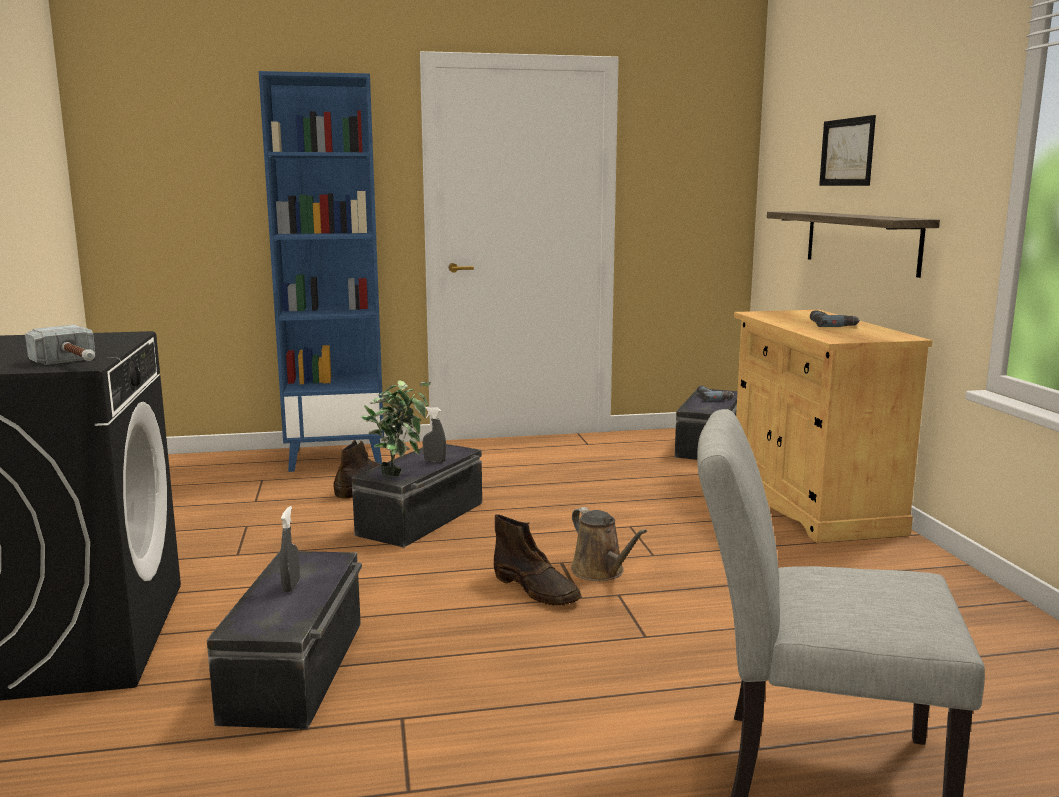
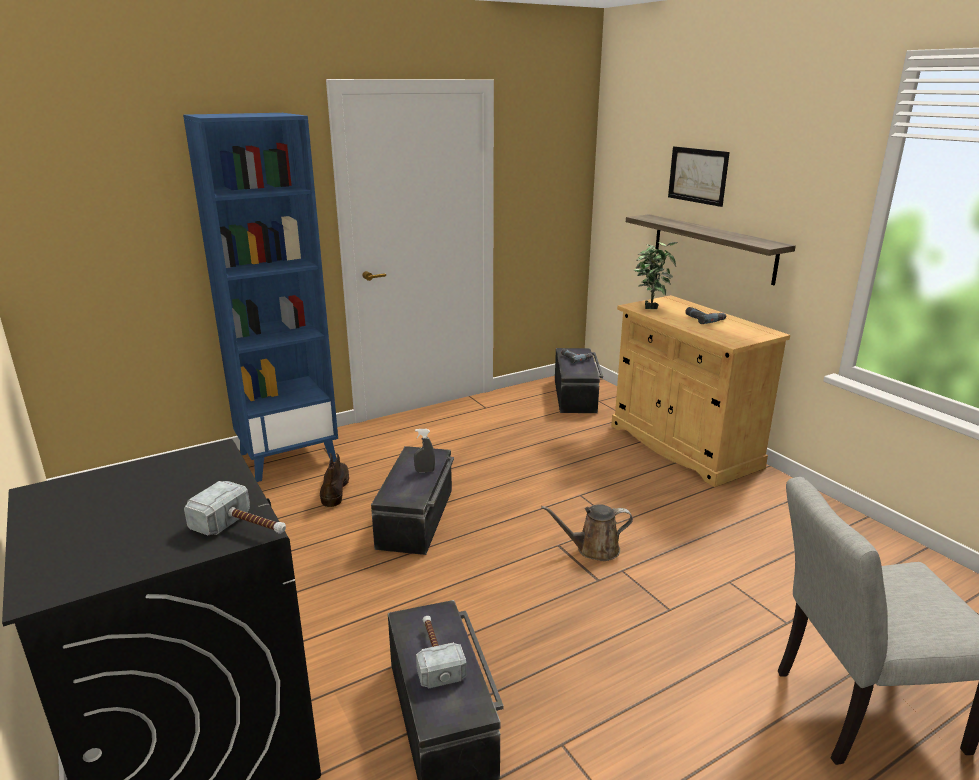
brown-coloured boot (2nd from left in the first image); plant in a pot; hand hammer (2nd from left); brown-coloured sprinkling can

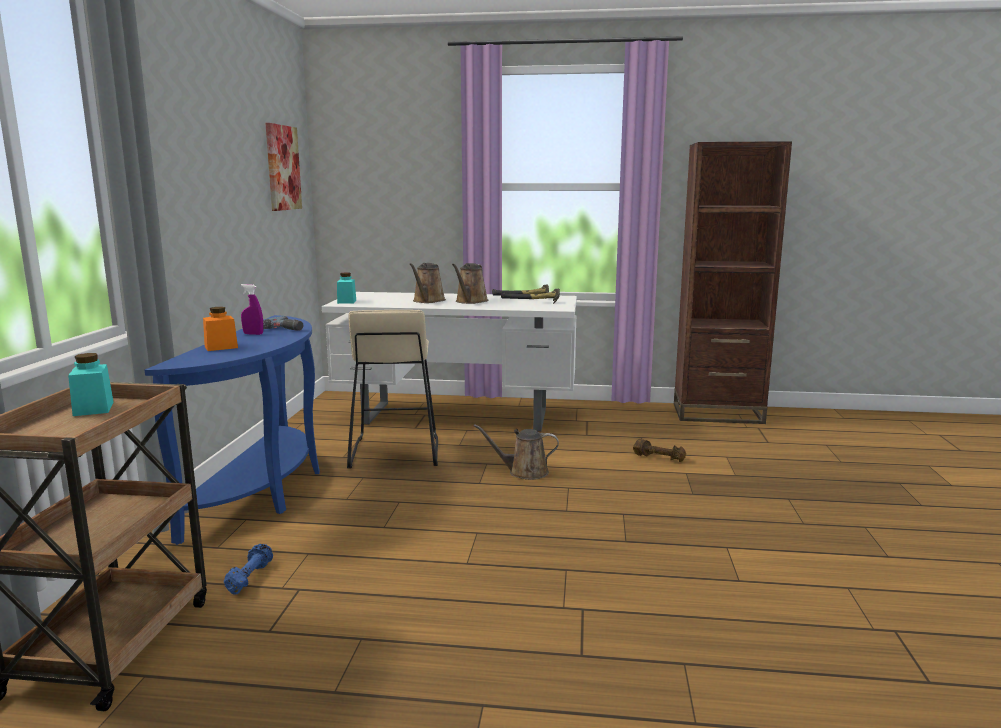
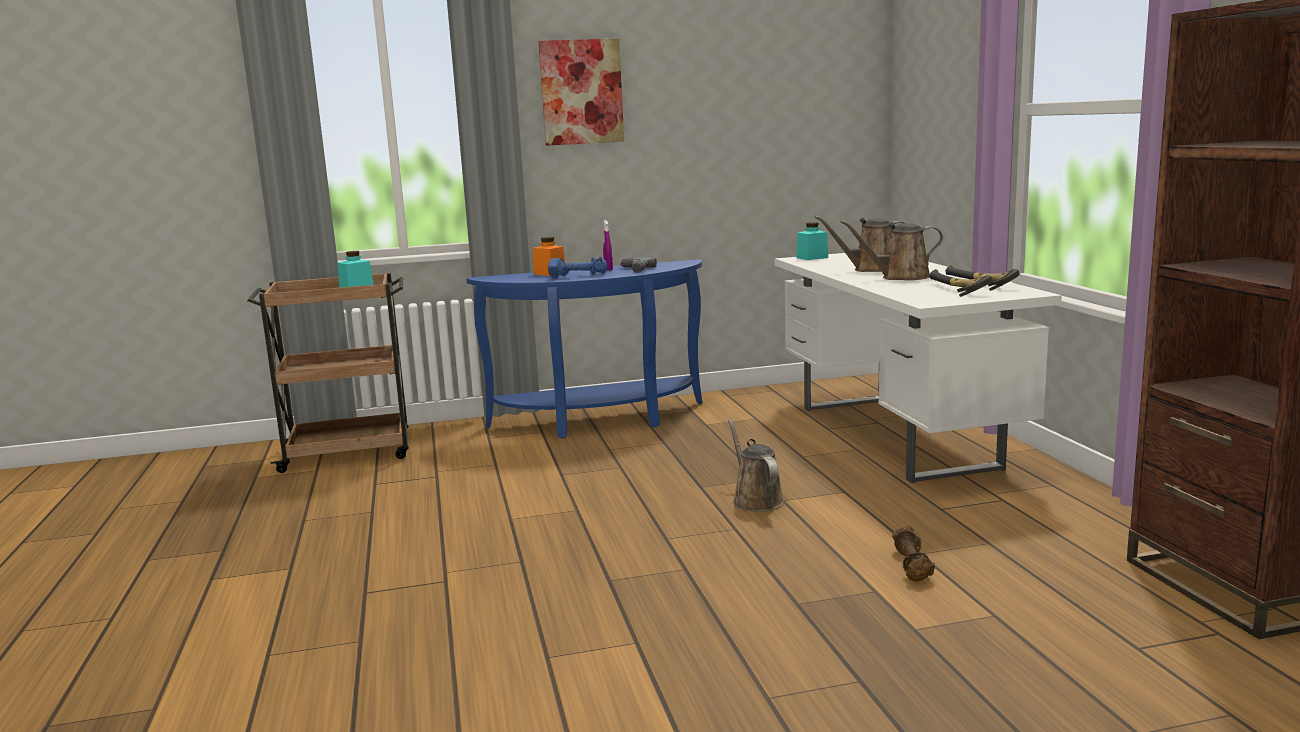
beige-coloured stool seat; blue hand weight; wall picture

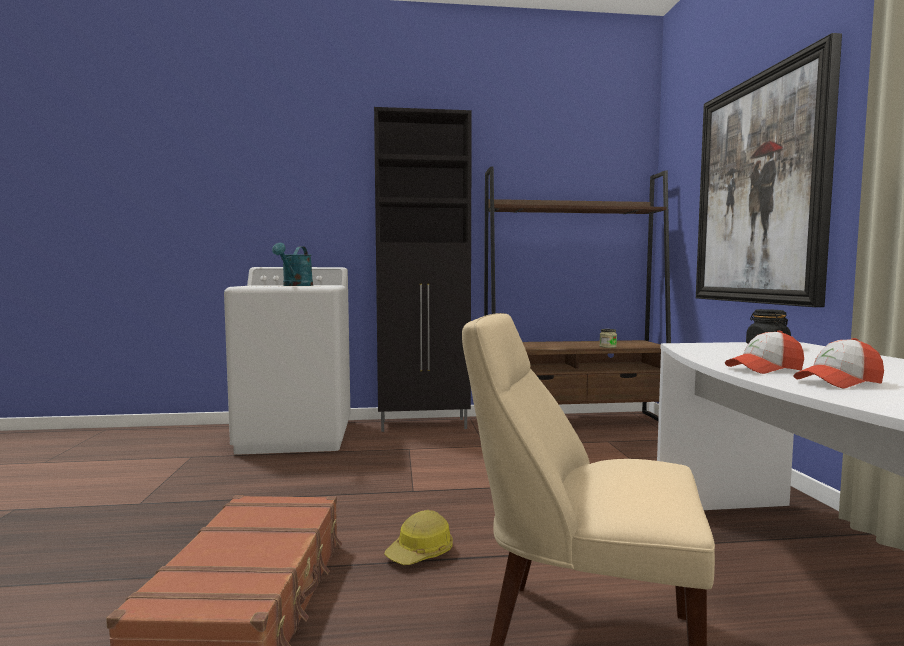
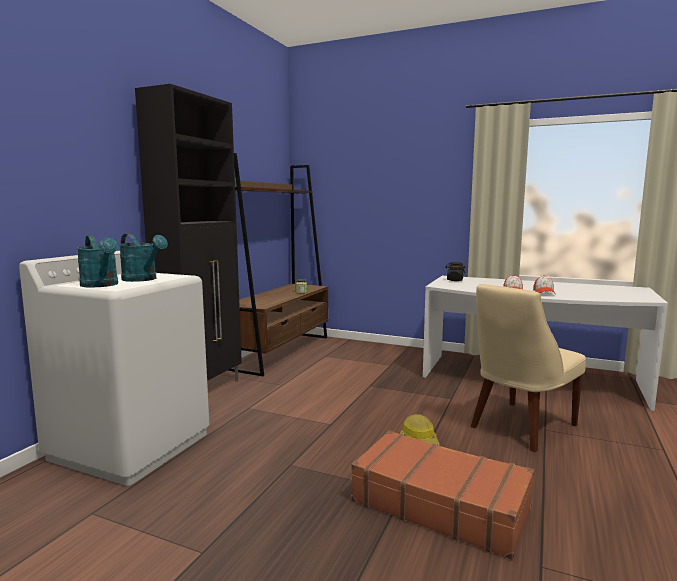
wall picture; turquoise sprinkling can (1st from left)

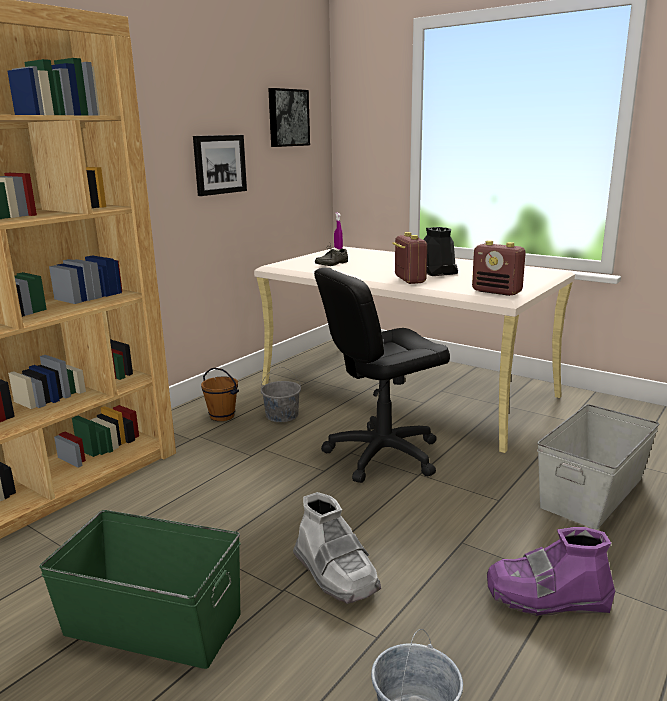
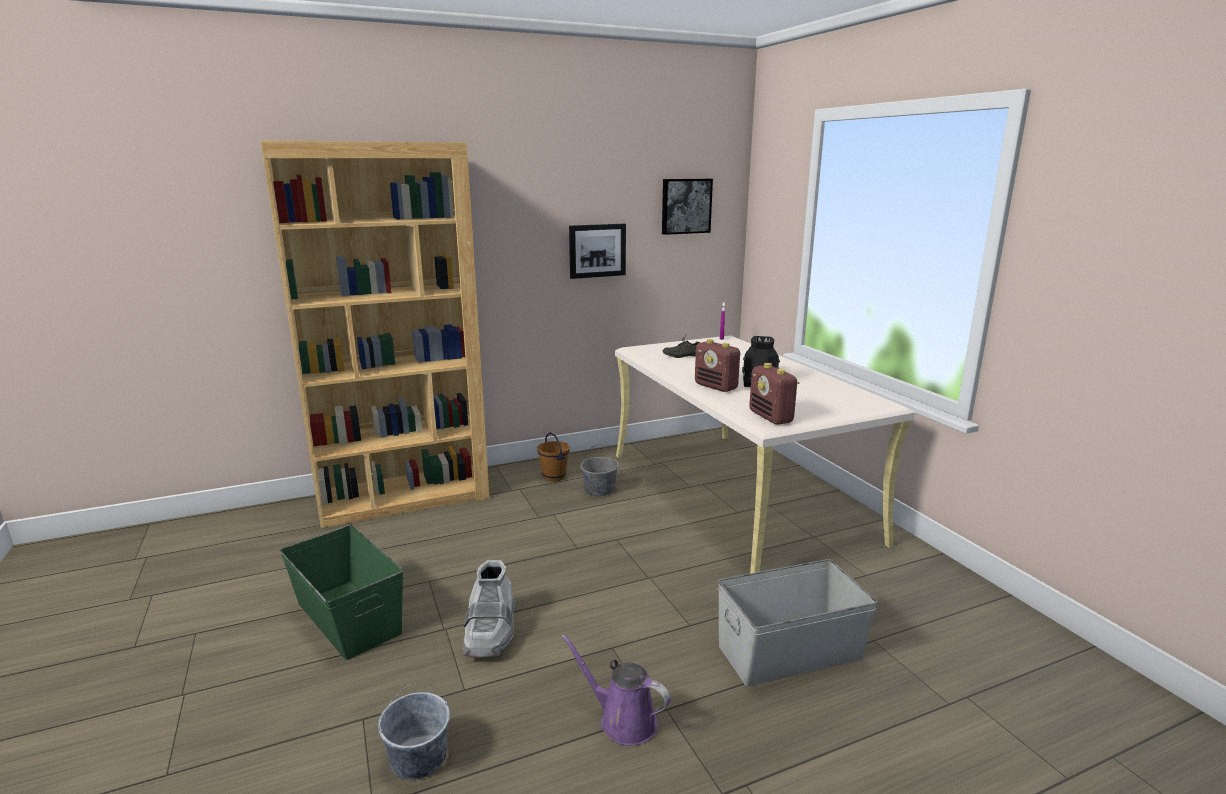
black-coloured computer chair; purple-coloured sprinkling can; radio (1st from left)

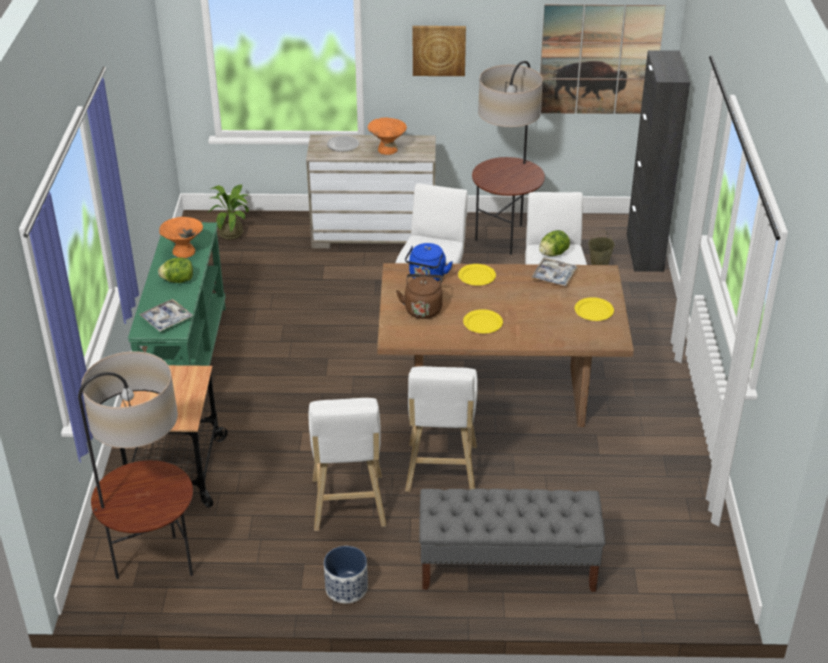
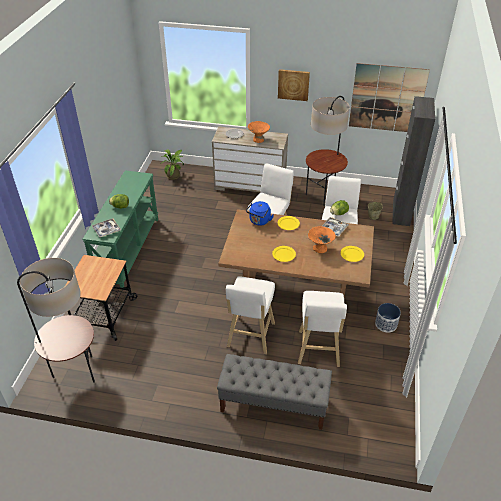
brown-coloured water kettle; orange deep dish (2nd from left); white stool seat (3rd from left); flower pot

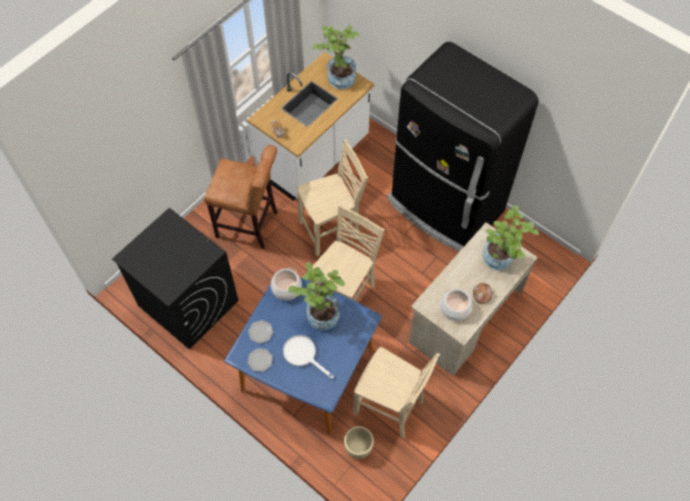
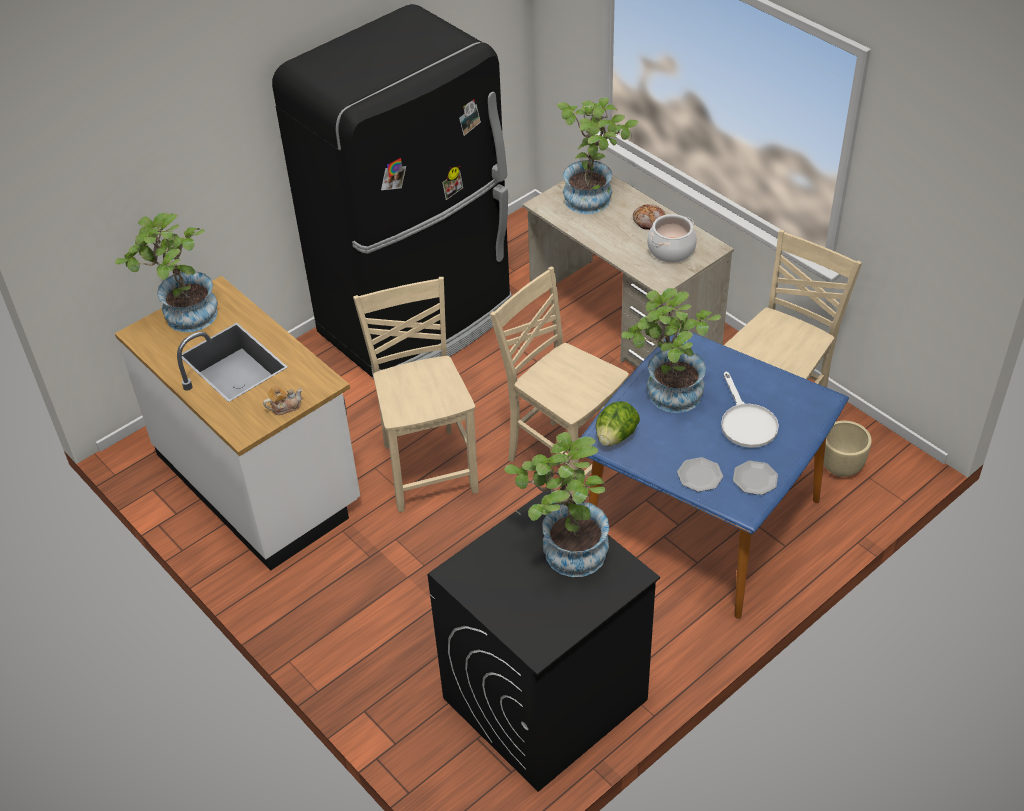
brown-coloured stool seat; plant in a pot (2nd from left); lettuce head; white skillet

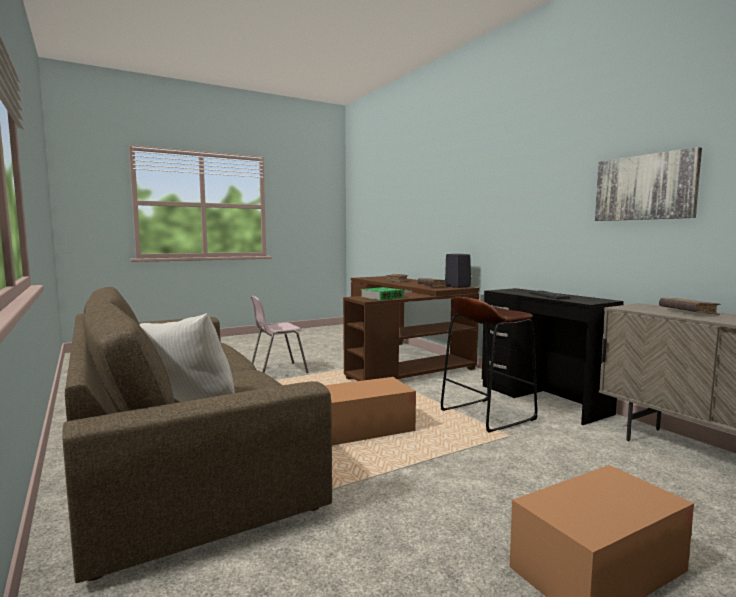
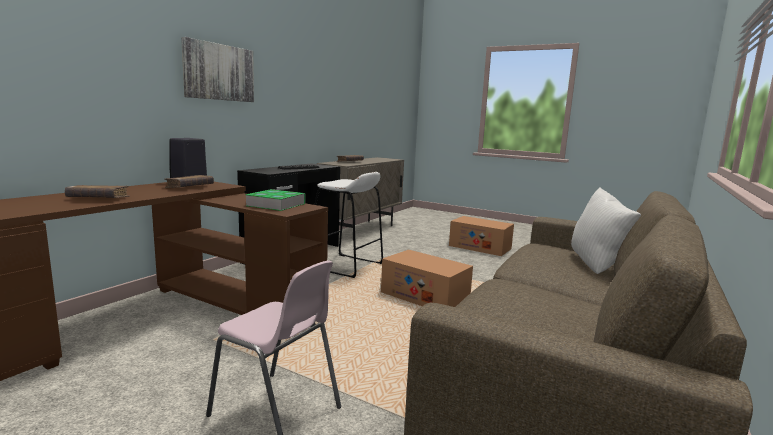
wall picture; white stool seat

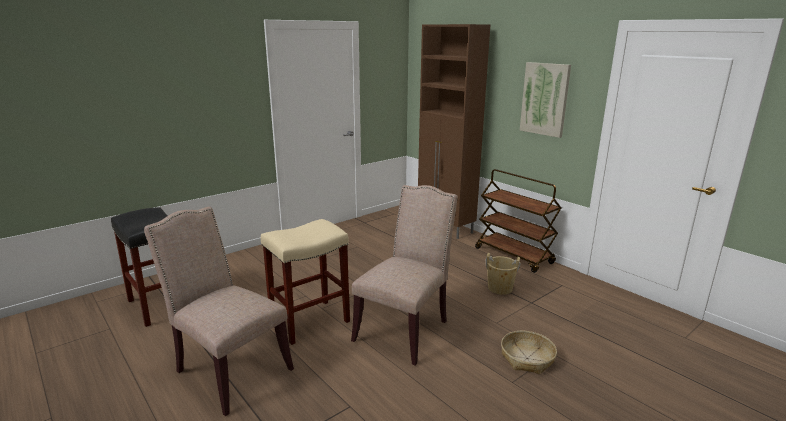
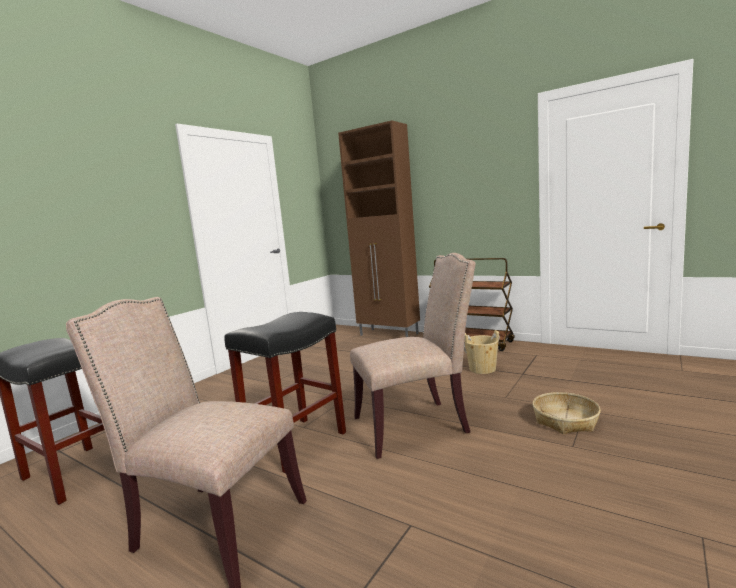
wall picture; black-coloured stool seat (2nd from left); beige-coloured chair (2nd from left)

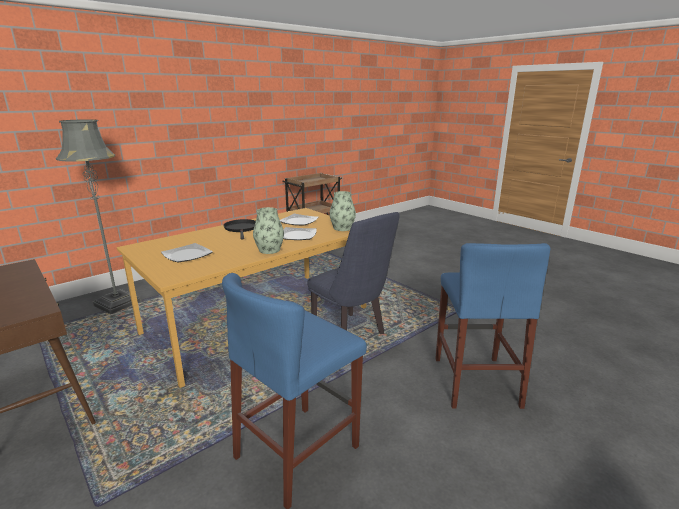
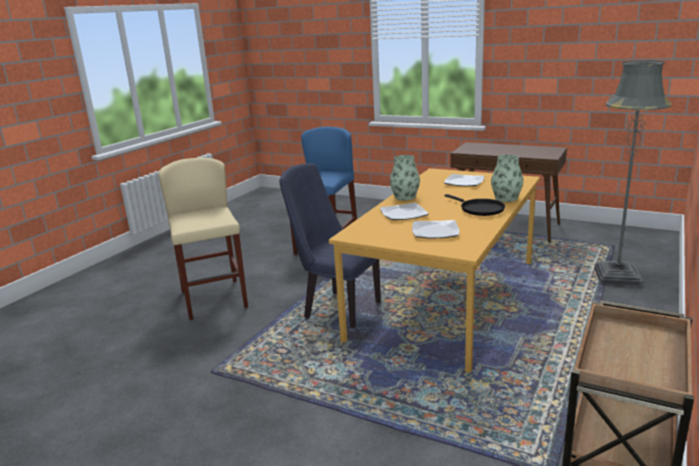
vase (2nd from left); beige-coloured stool seat

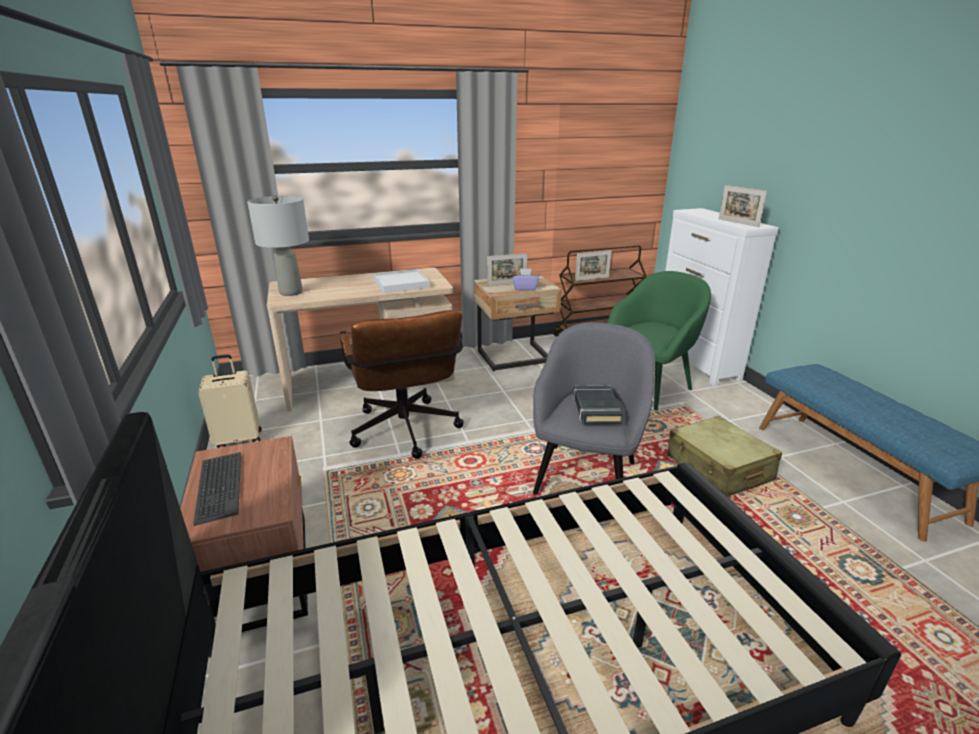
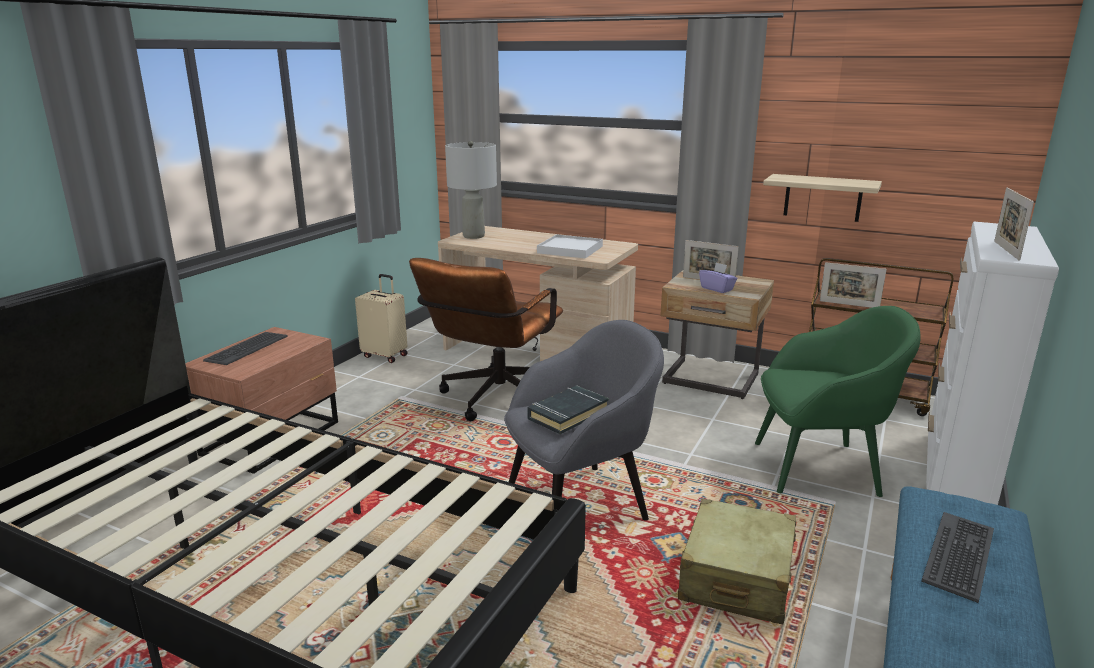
bracket shelf; keyboard (2nd from left)

